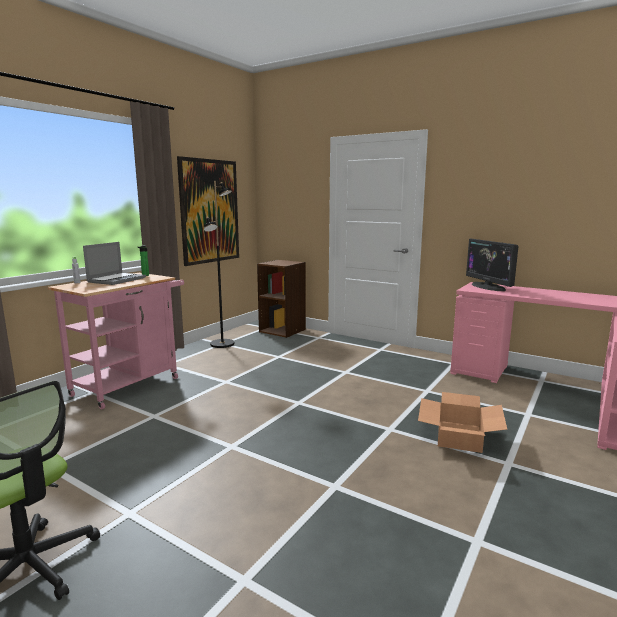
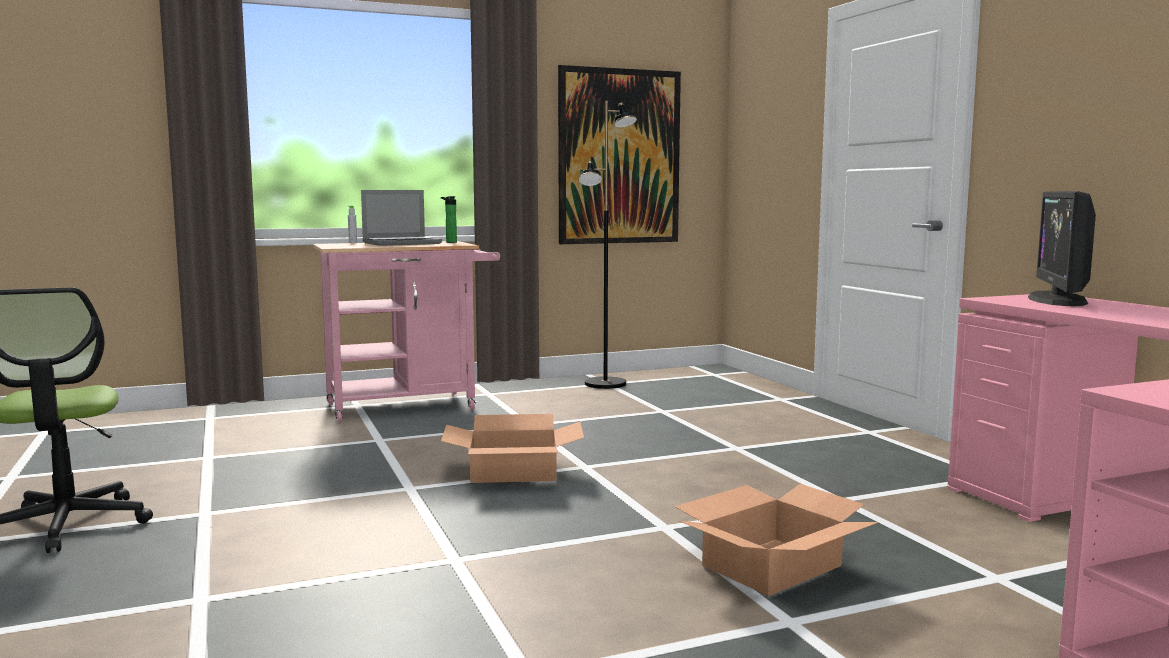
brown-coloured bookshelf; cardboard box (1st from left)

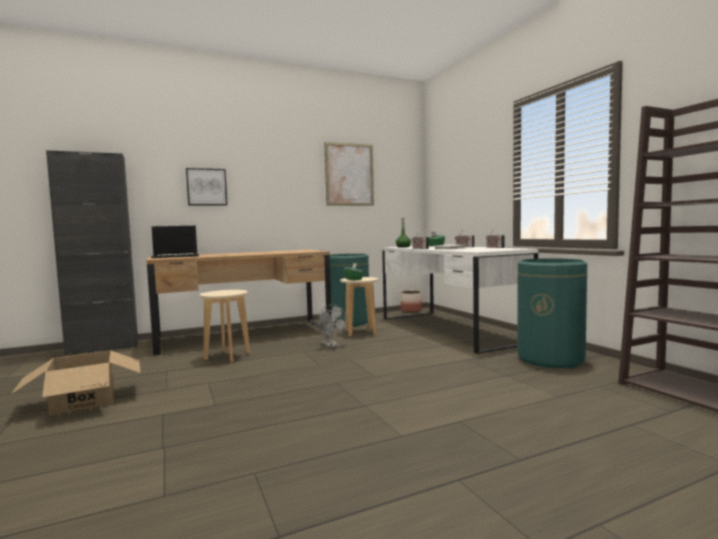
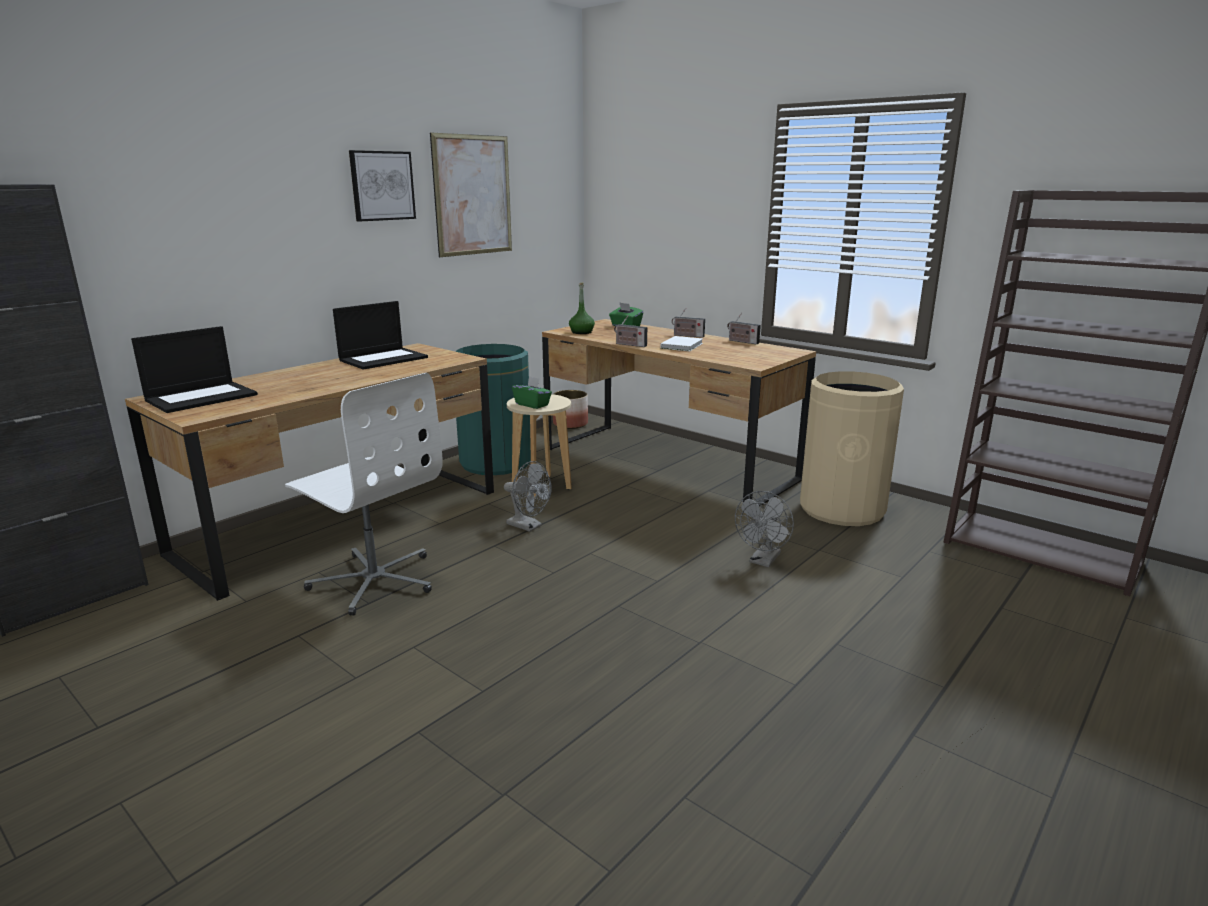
cardboard box; portable computer (2nd from left); gray electric fan (2nd from left); wall picture (1st from left); white computer chair; brown-coloured desk unit (2nd from left); beige-coloured trash can

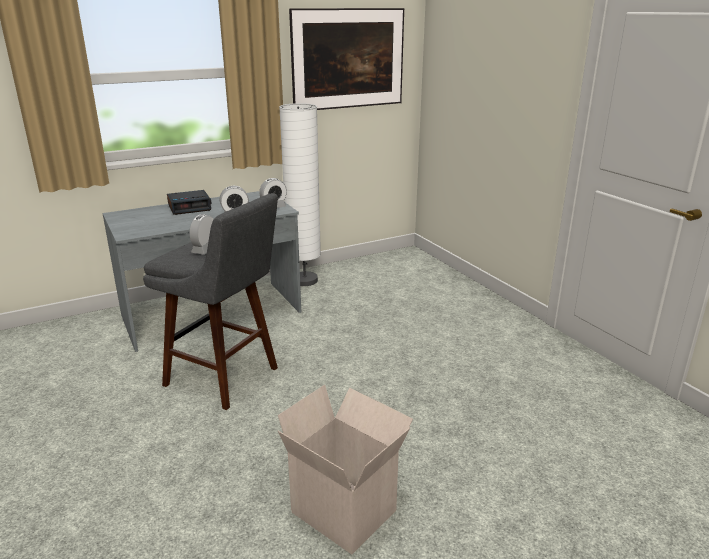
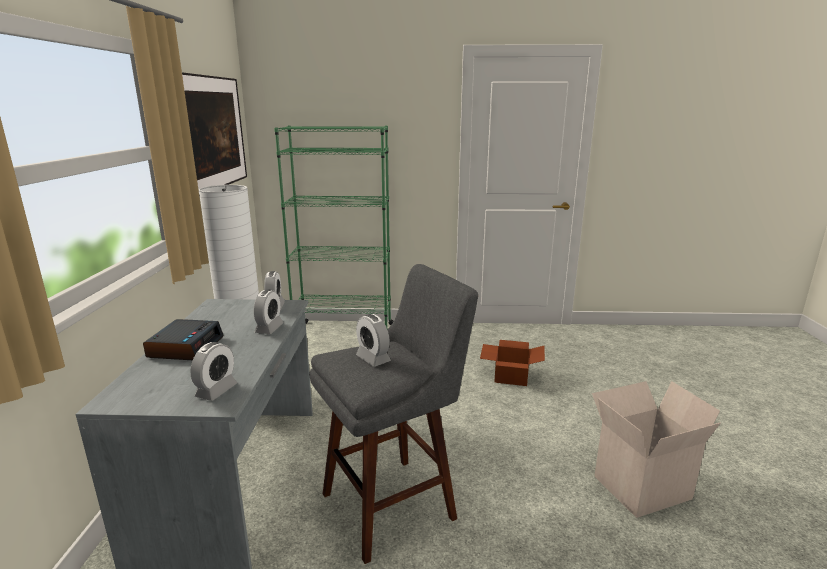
bedside clock (2nd from left); greenish bookshelf; cardboard box (1st from left)

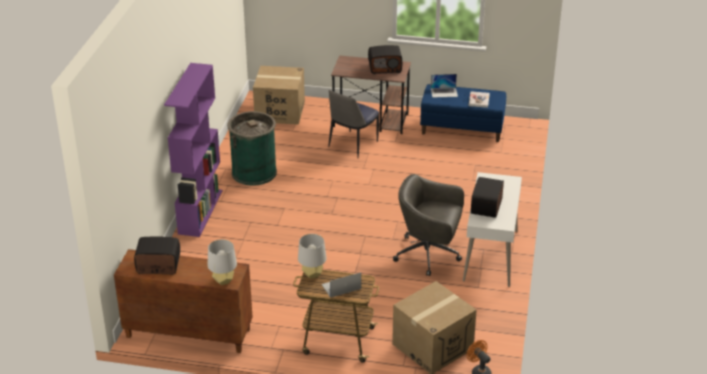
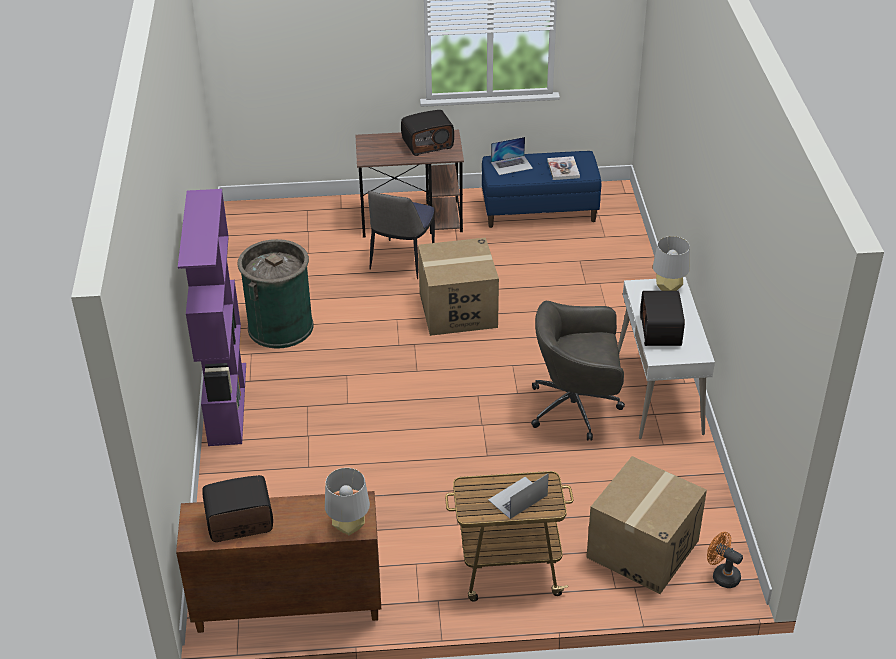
cardboard box (1st from left); gray table lamp (2nd from left)

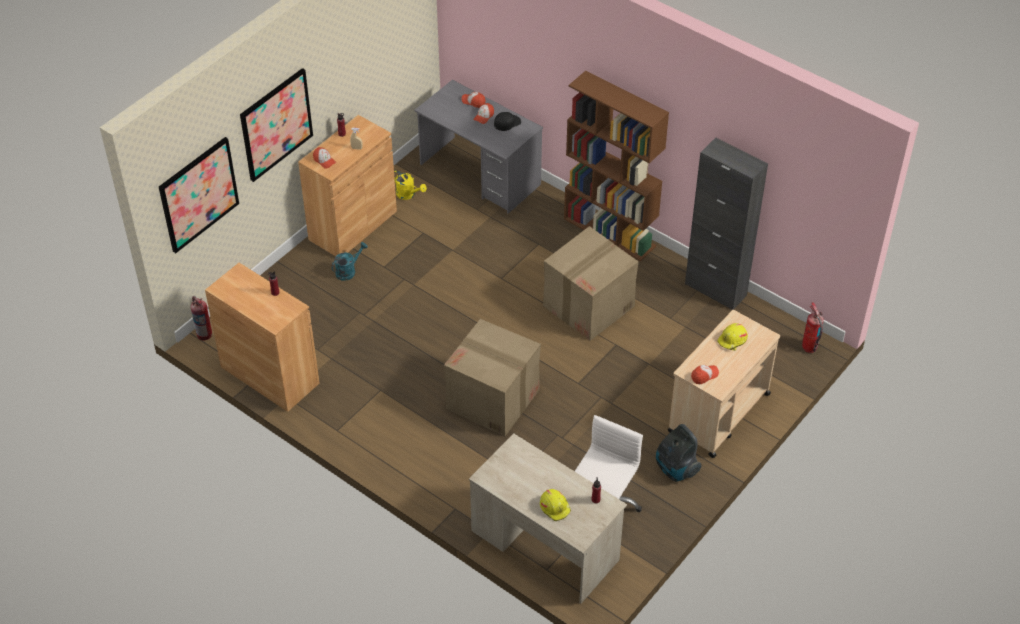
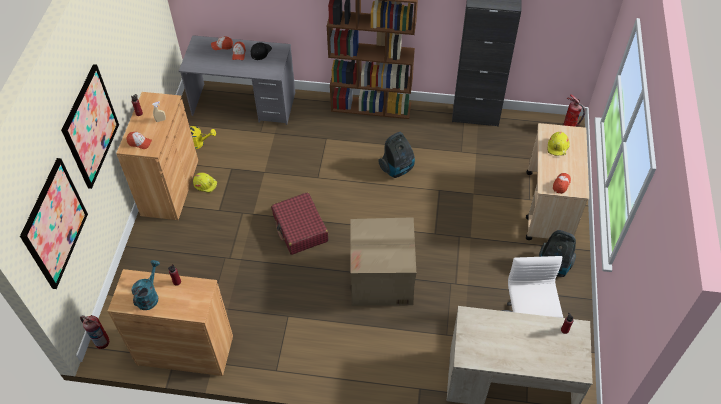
red-coloured suitcase; turquoise sprinkling can; yellow-coloured safety helmet (1st from left); vacuum (1st from left)

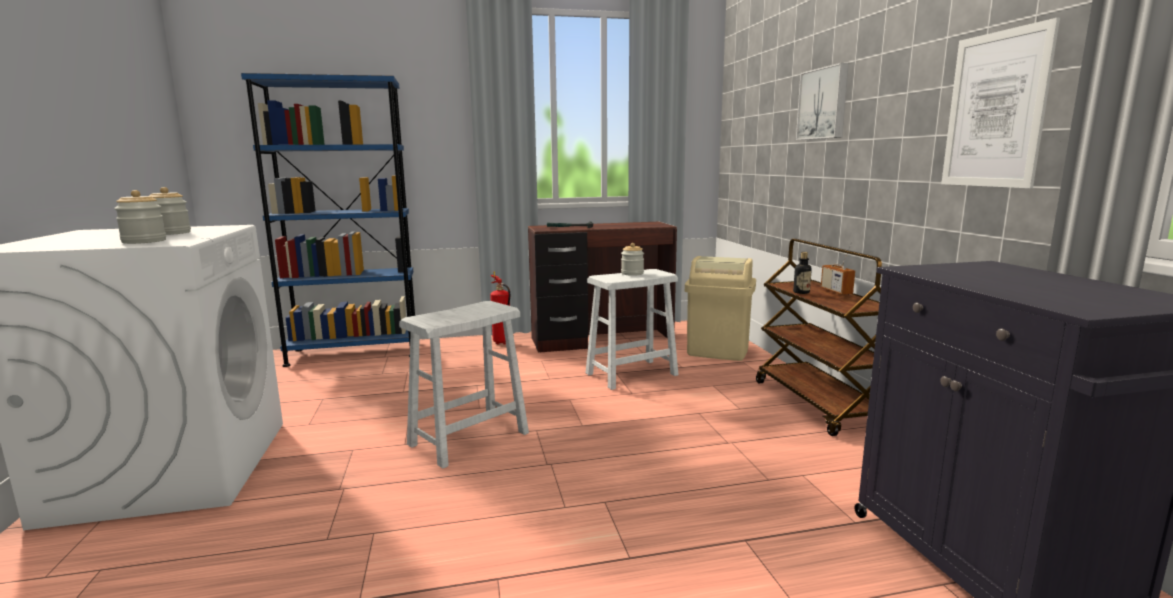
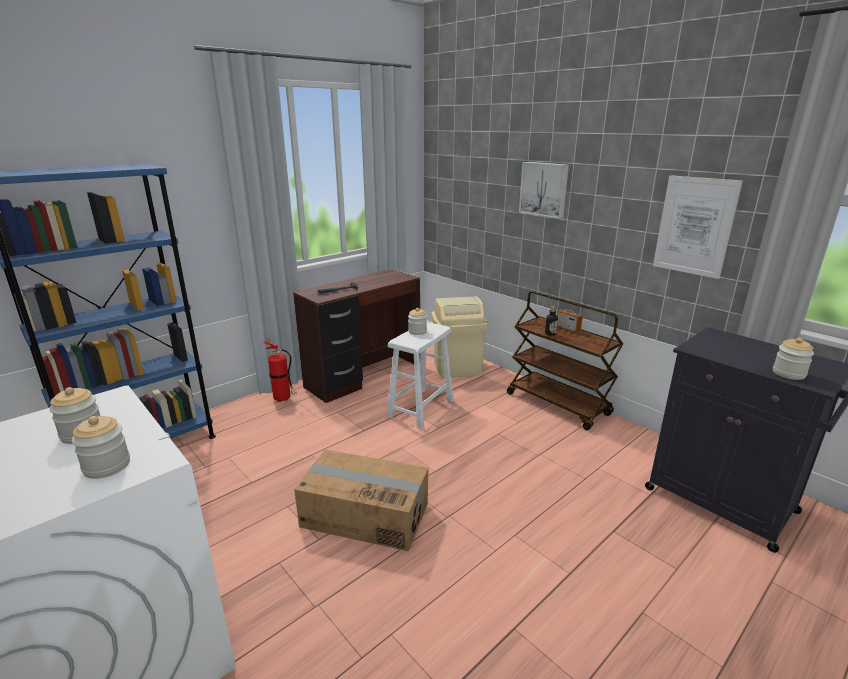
jar (4th from left); cardboard box

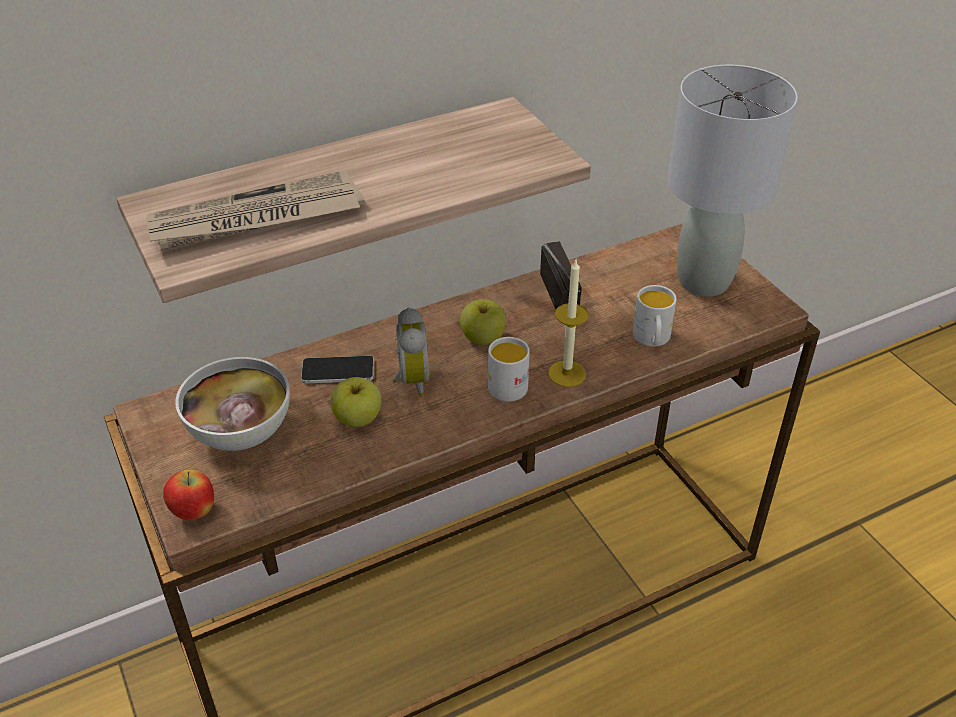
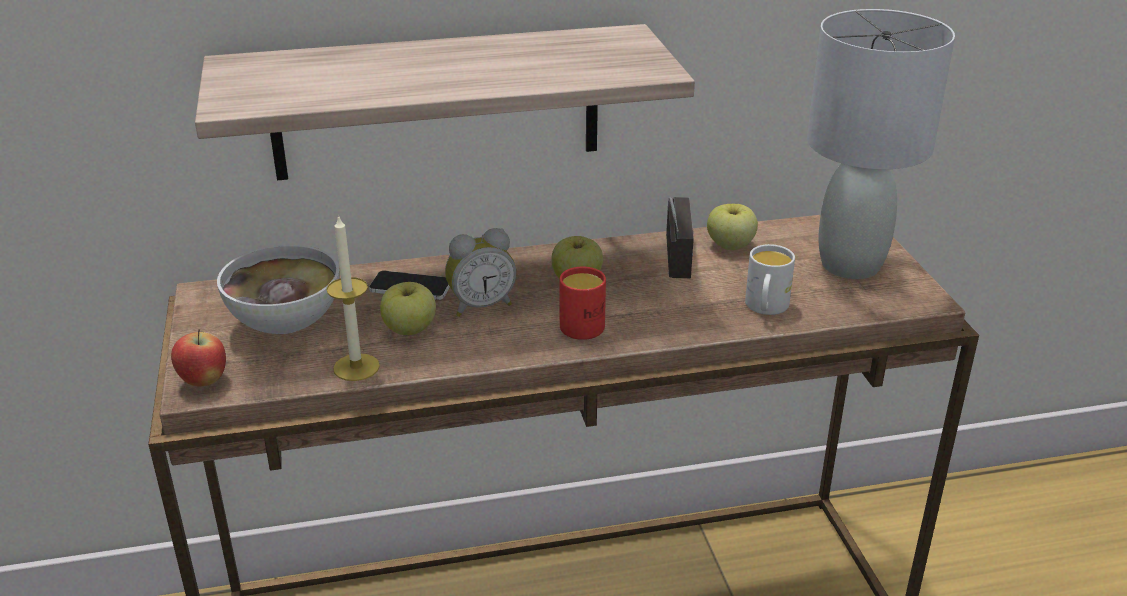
daily paper; whole apple (4th from left); wax candle; red-coloured tea mug; bedside clock

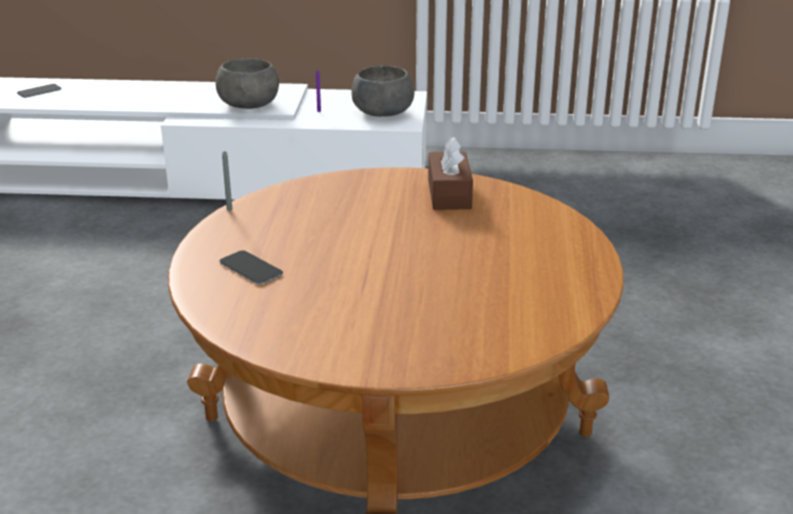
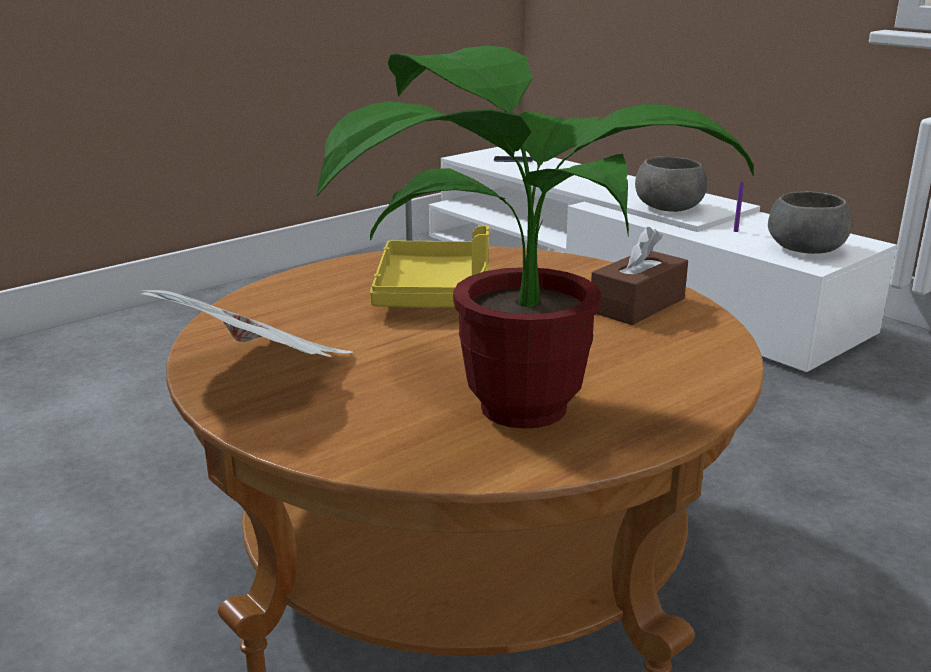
telephone (2nd from left in the first image); daily paper; plant in a pot; yellow-coloured serving tray

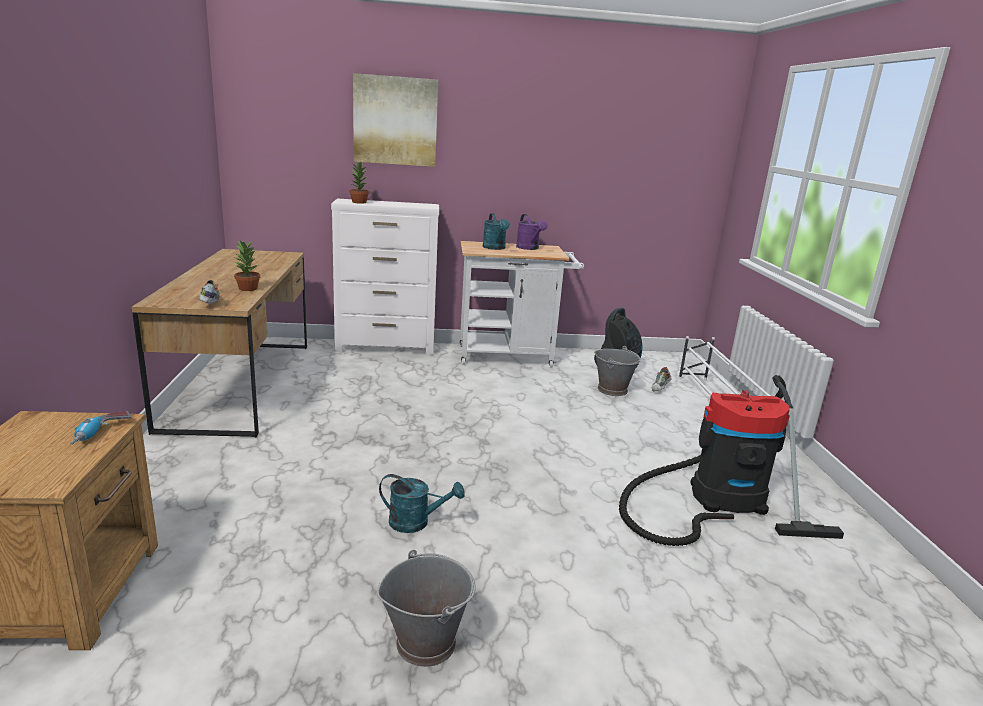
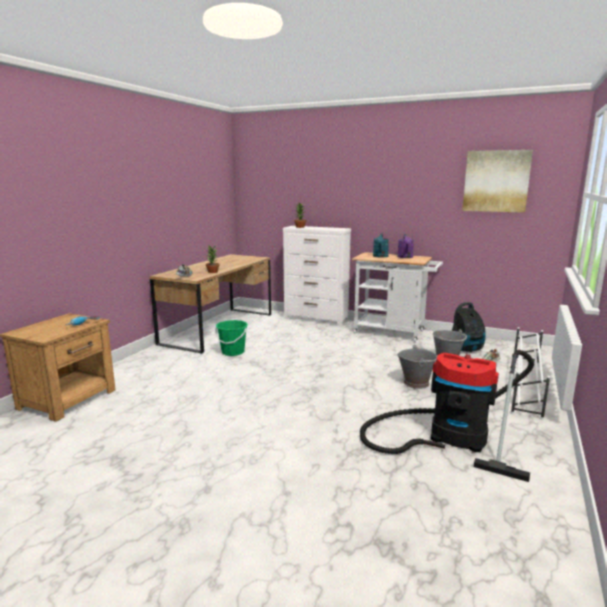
turquoise sprinkling can (1st from left in the first image); greenish pail; wall picture; gray pail (1st from left)

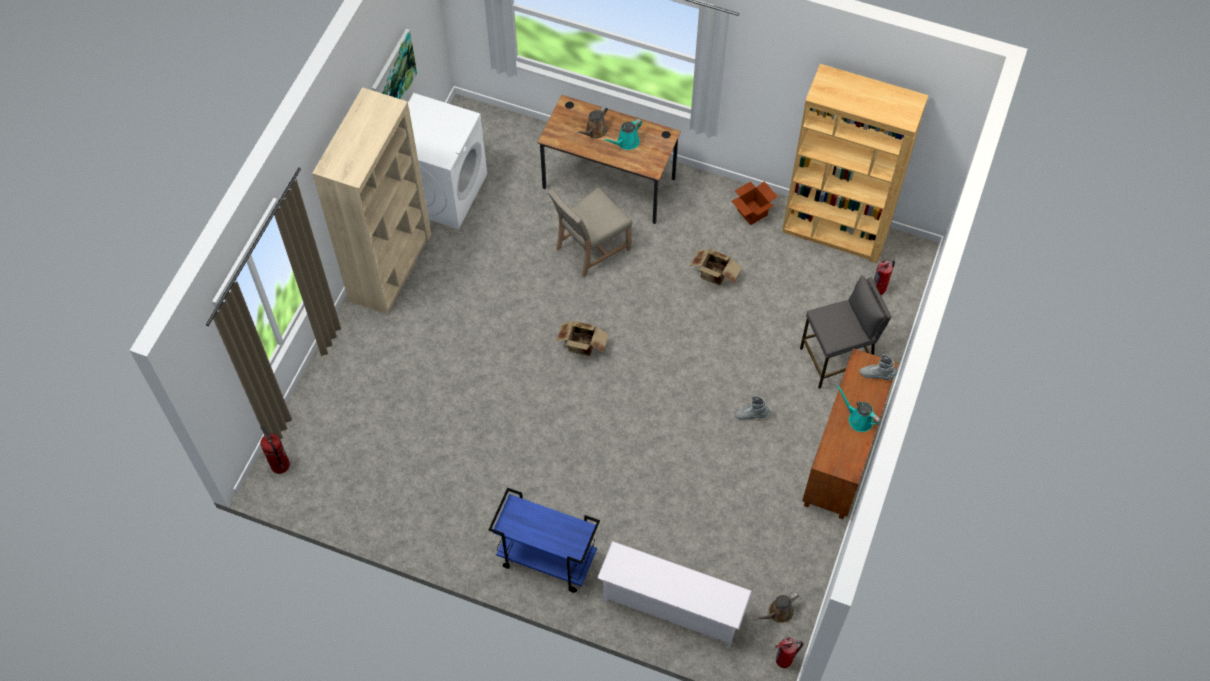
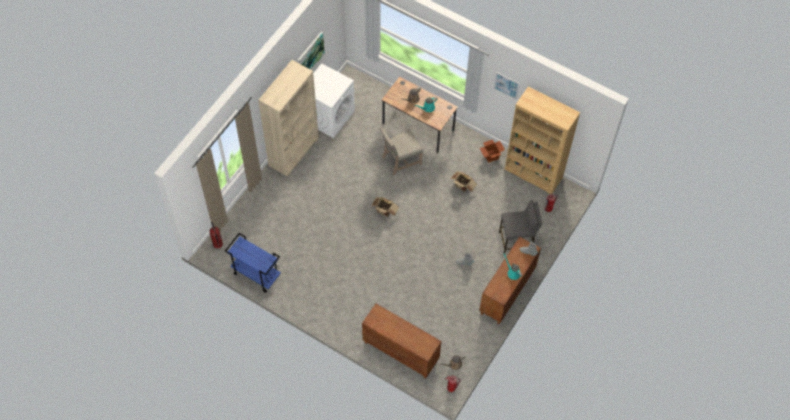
wall picture (2nd from left); blue cart; brown-coloured cupboard (1st from left)

